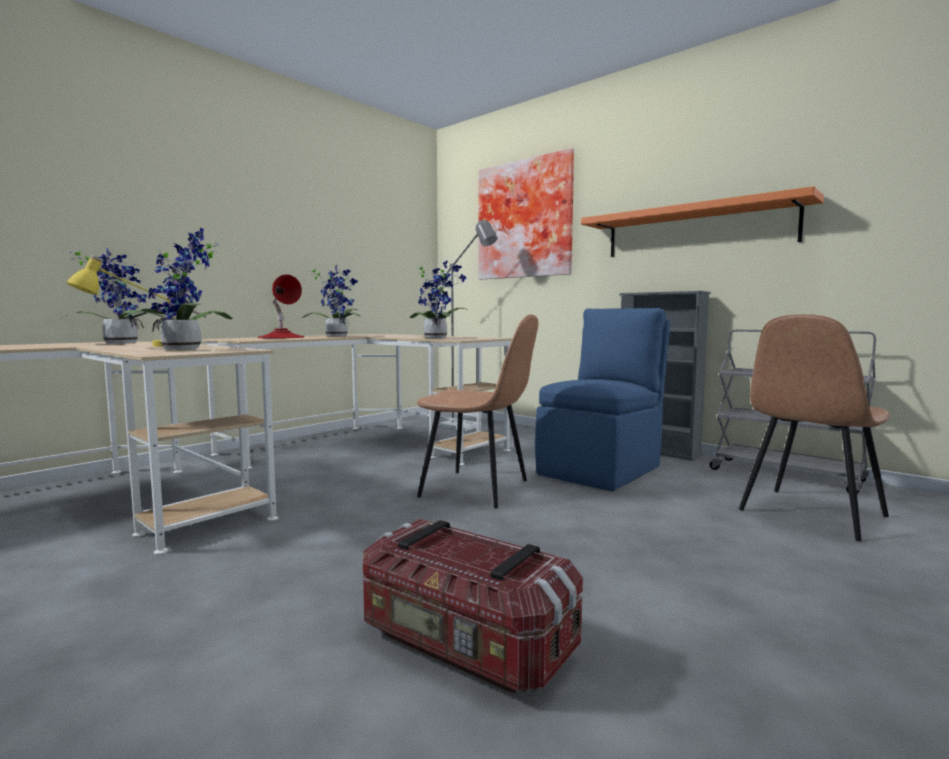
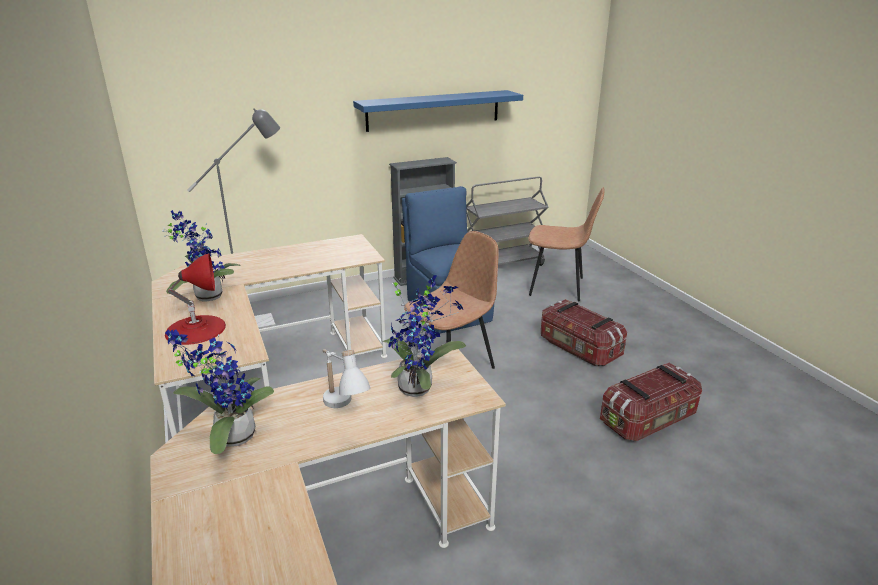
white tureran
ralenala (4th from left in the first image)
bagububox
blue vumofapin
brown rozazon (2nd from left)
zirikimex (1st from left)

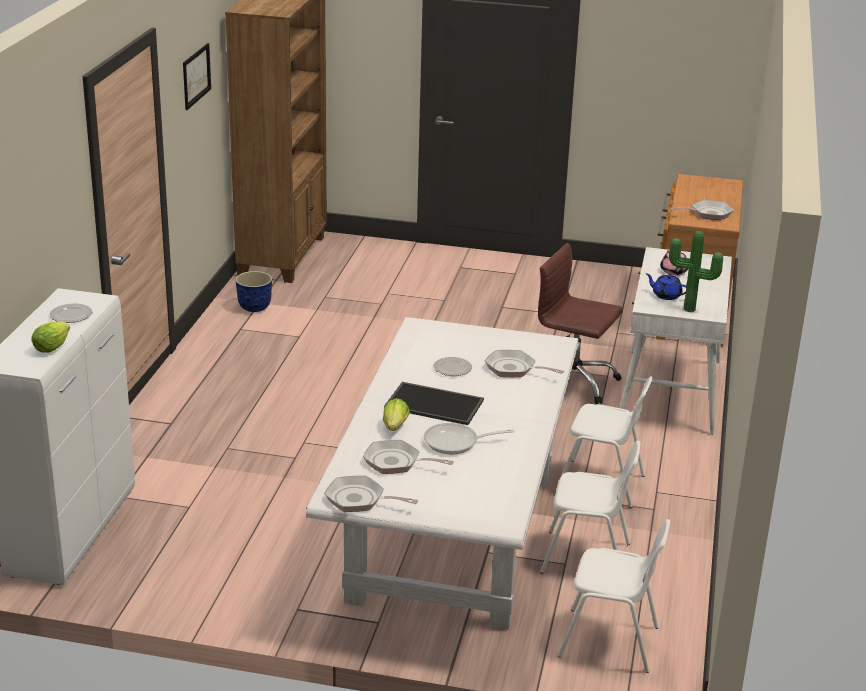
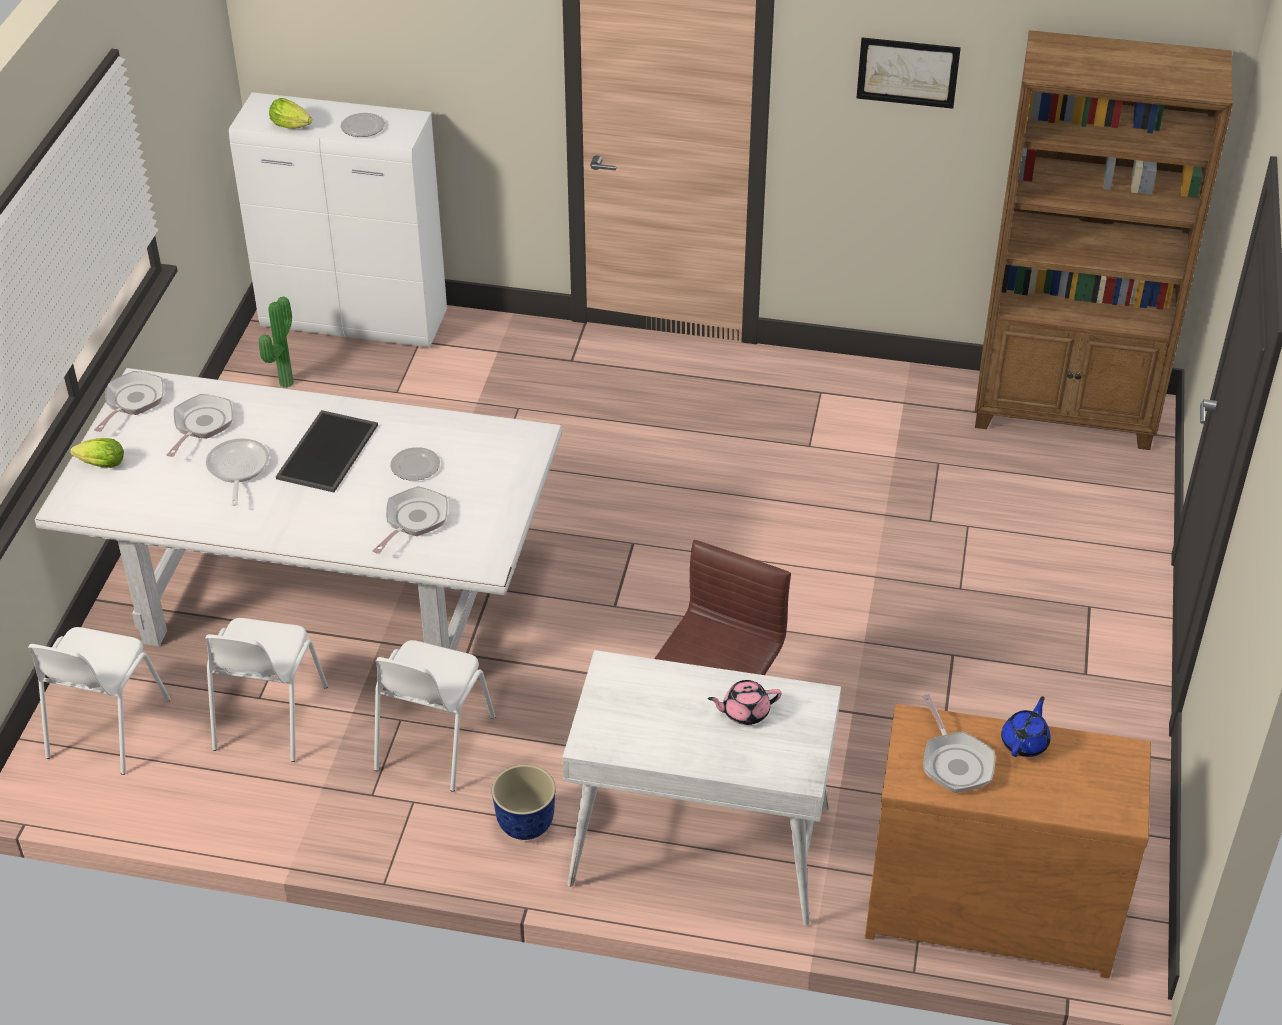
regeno
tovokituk (1st from left)
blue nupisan
ralenala

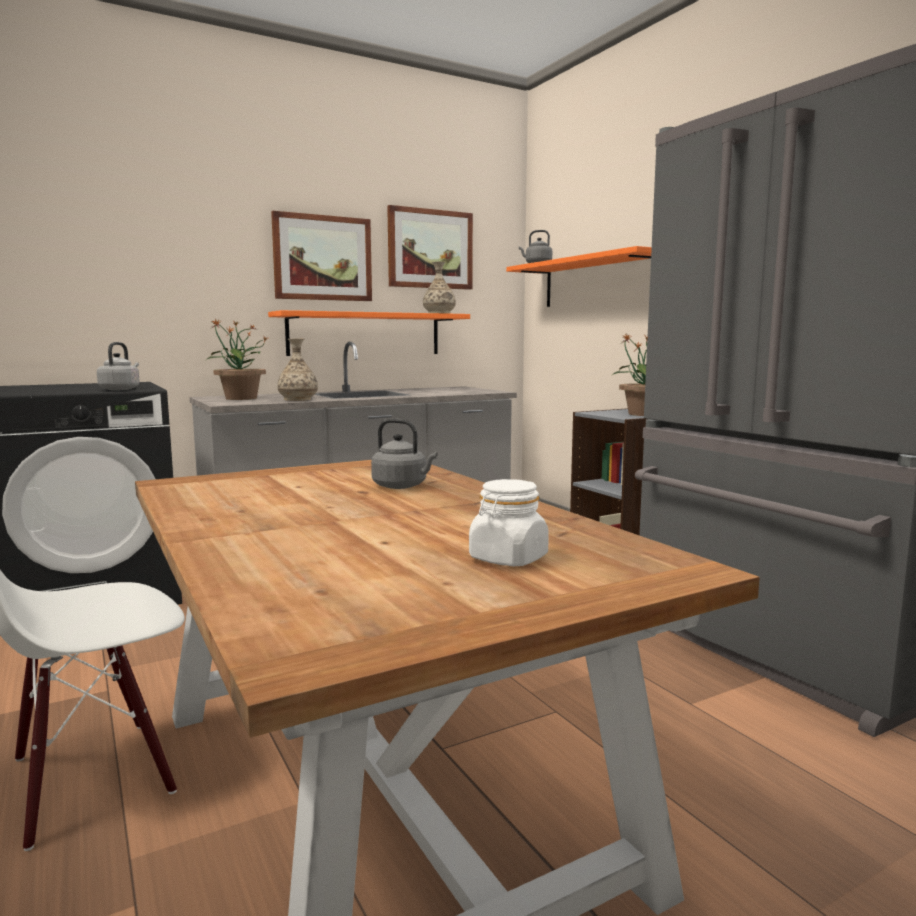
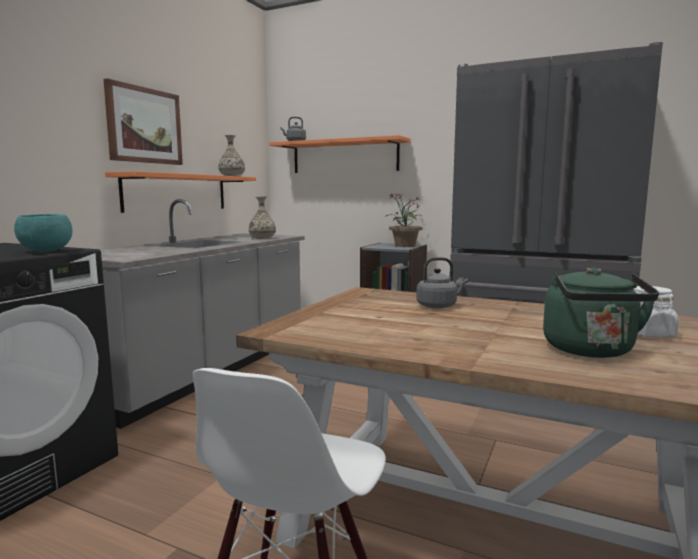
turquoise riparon
ralenala (1st from left in the first image)
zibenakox (2nd from left)
bagububox (2nd from left in the first image)
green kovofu

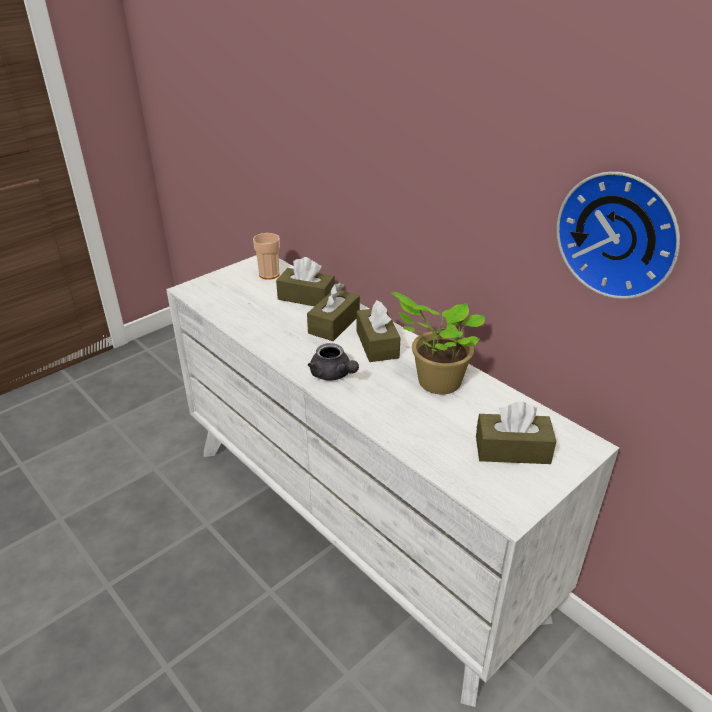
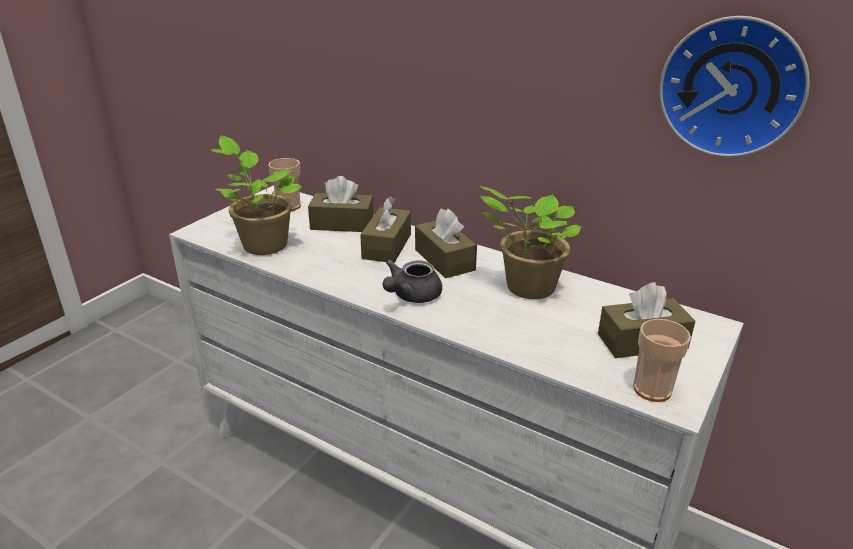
grey nupisan
ralenala (1st from left)
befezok (2nd from left)

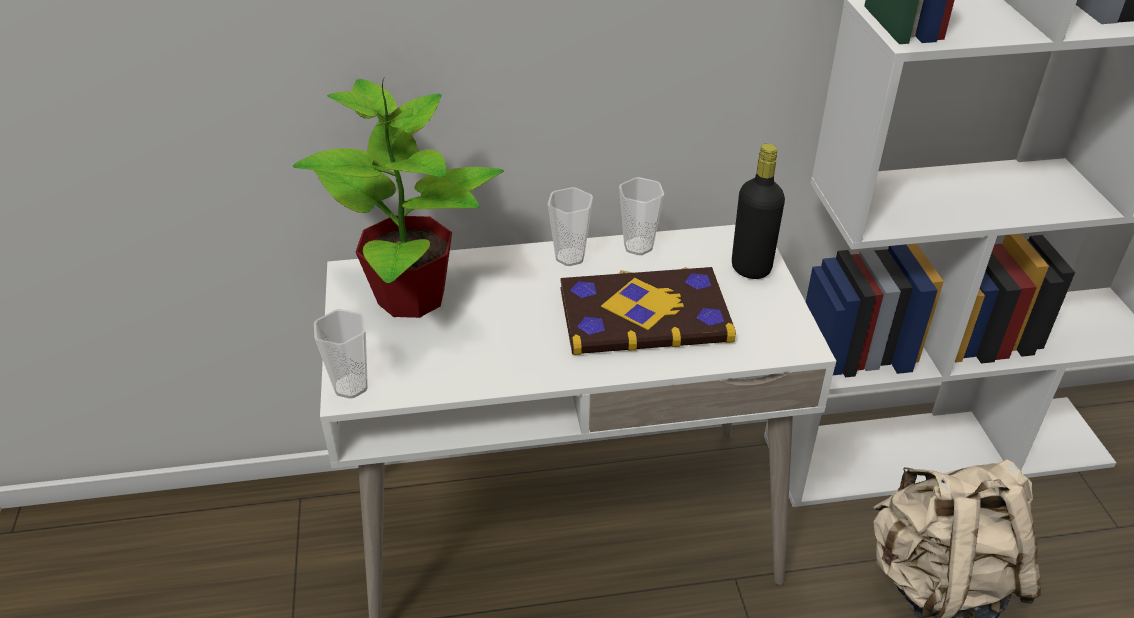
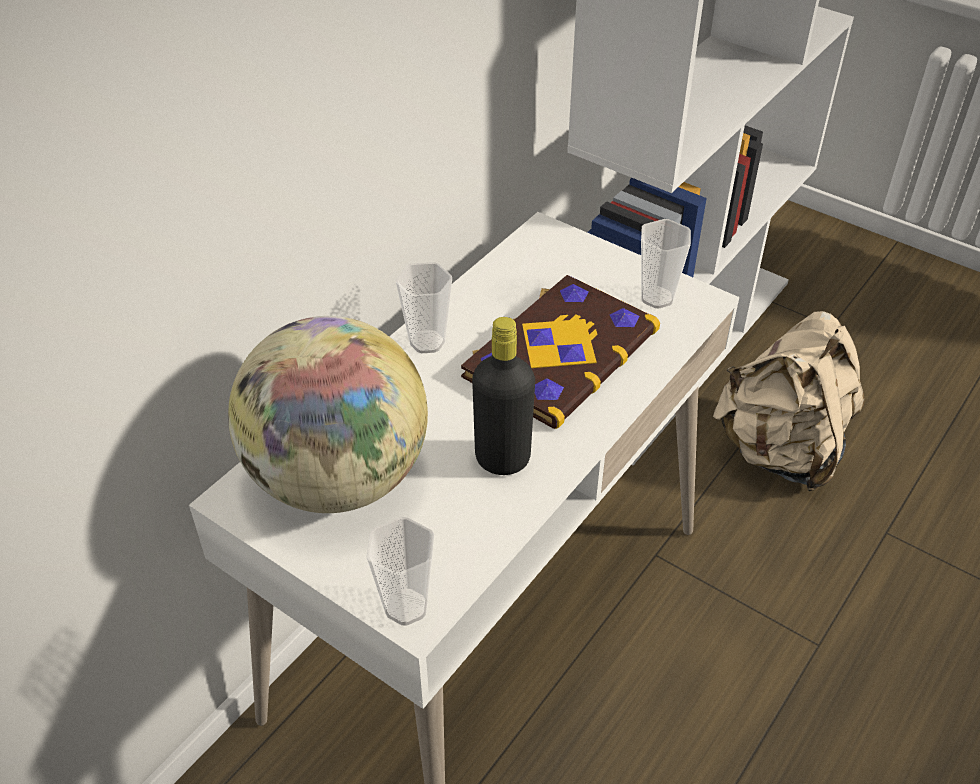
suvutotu
befezok (3rd from left)
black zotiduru

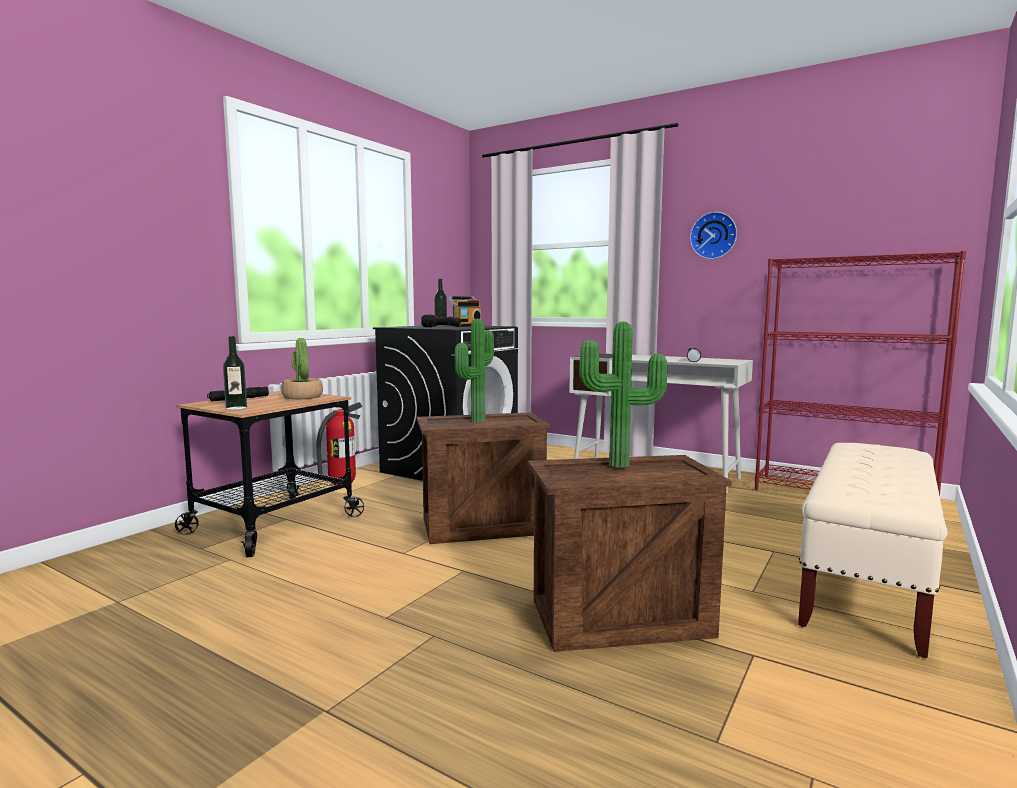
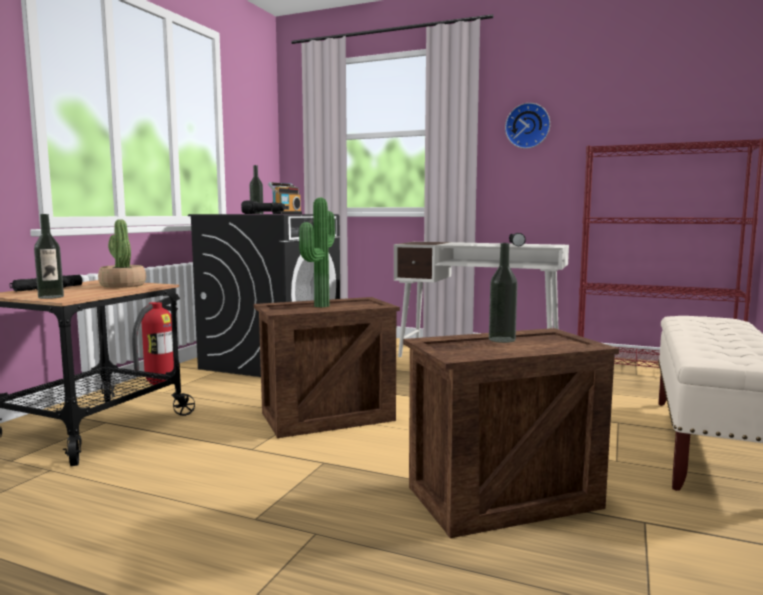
zotiduru (3rd from left)

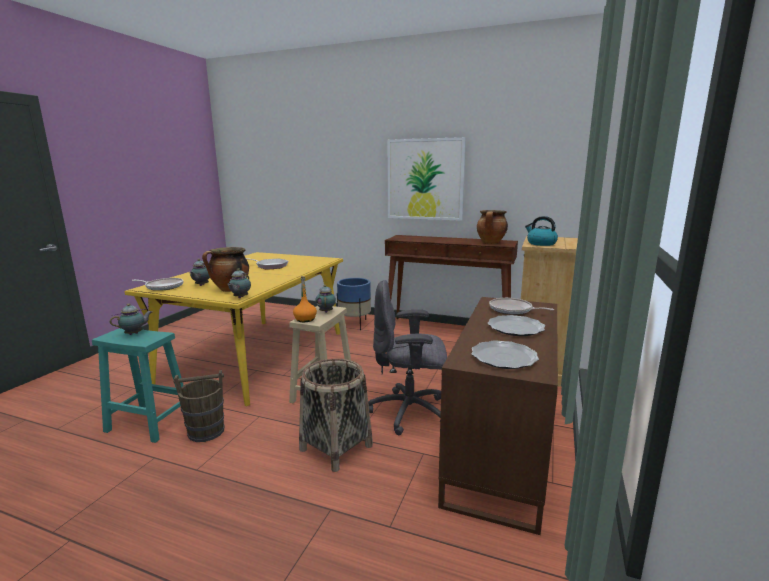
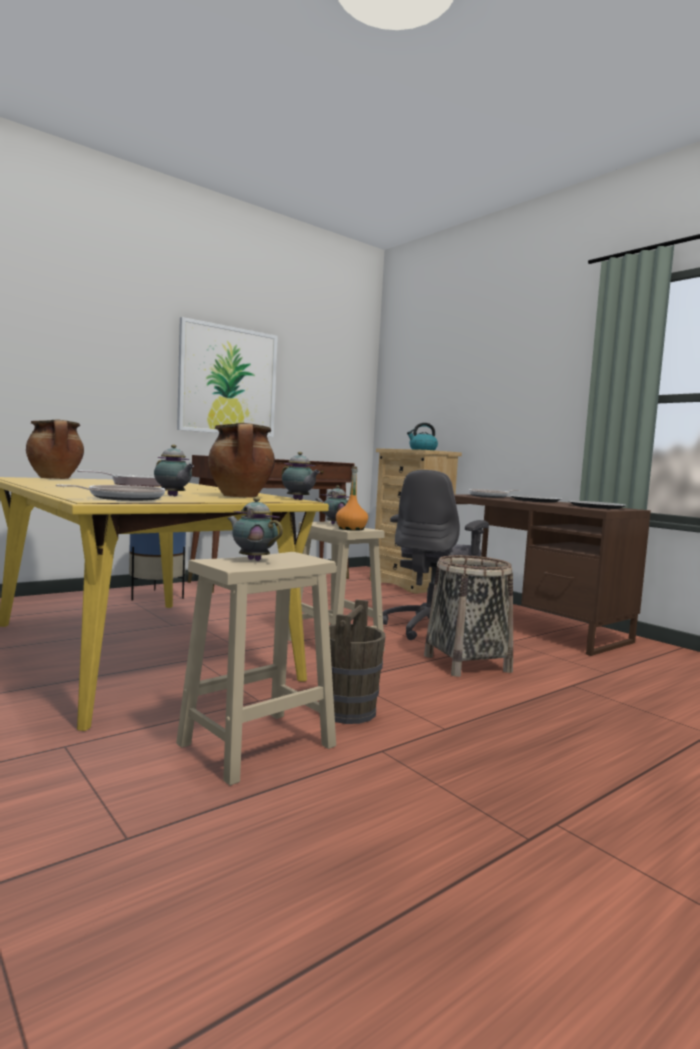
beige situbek (1st from left)
nupisan (2nd from left)
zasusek (1st from left)

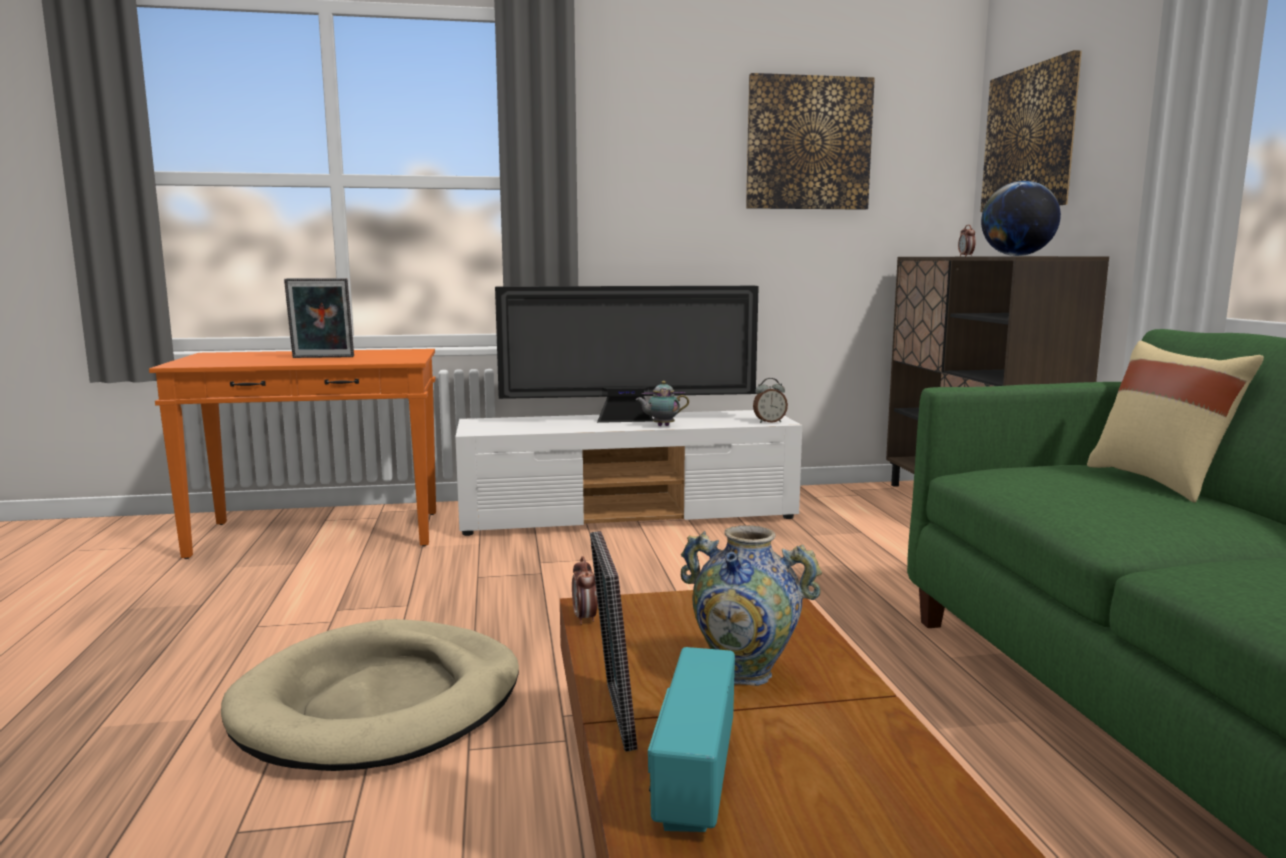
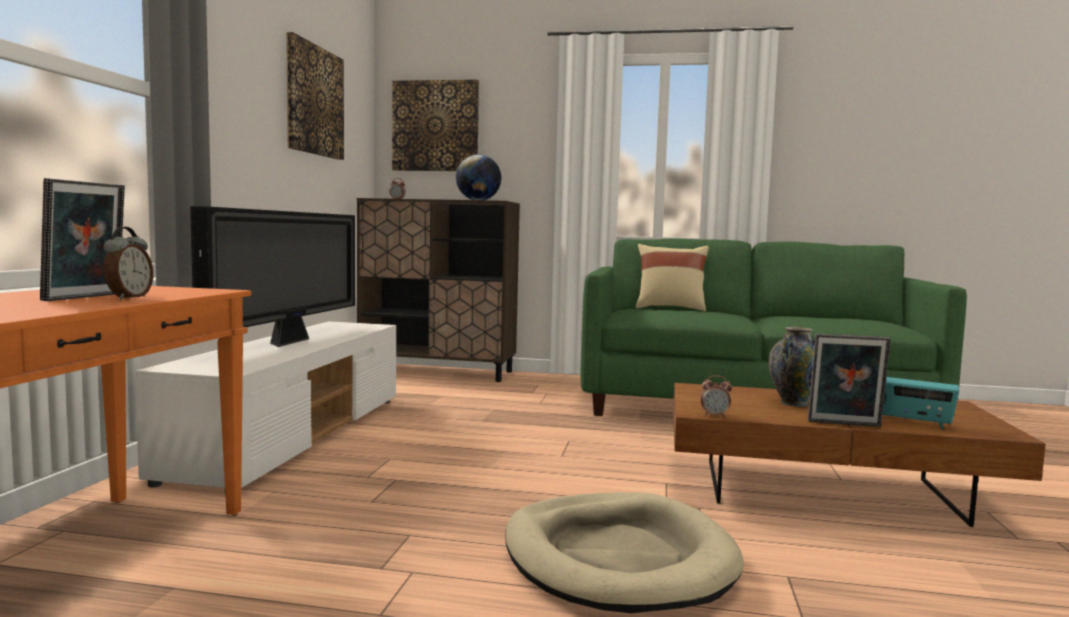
nupisan
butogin (1st from left)

